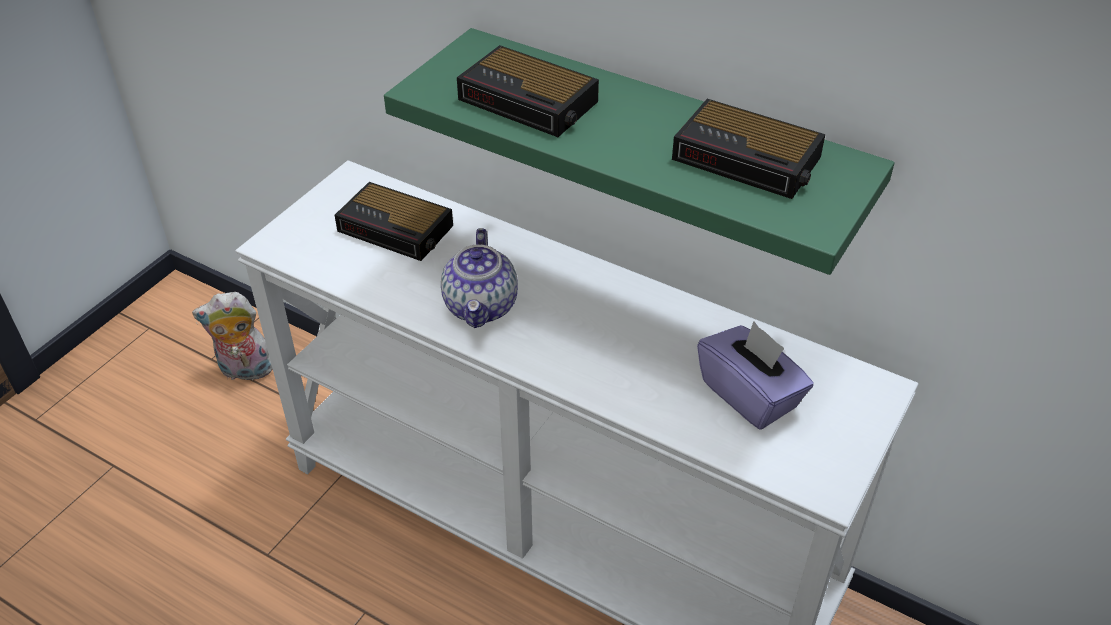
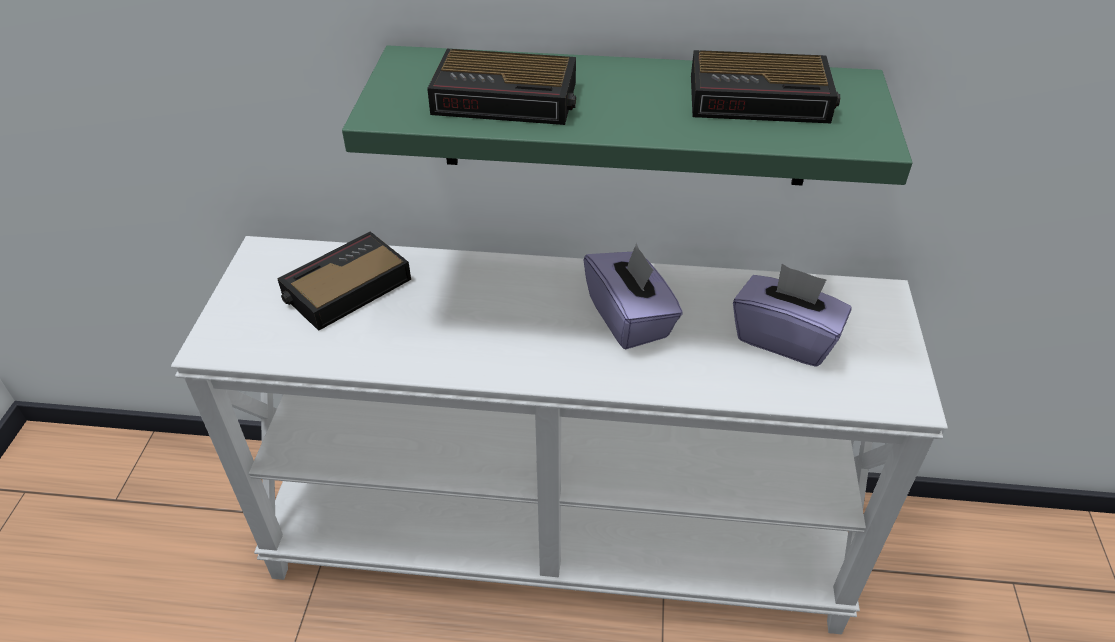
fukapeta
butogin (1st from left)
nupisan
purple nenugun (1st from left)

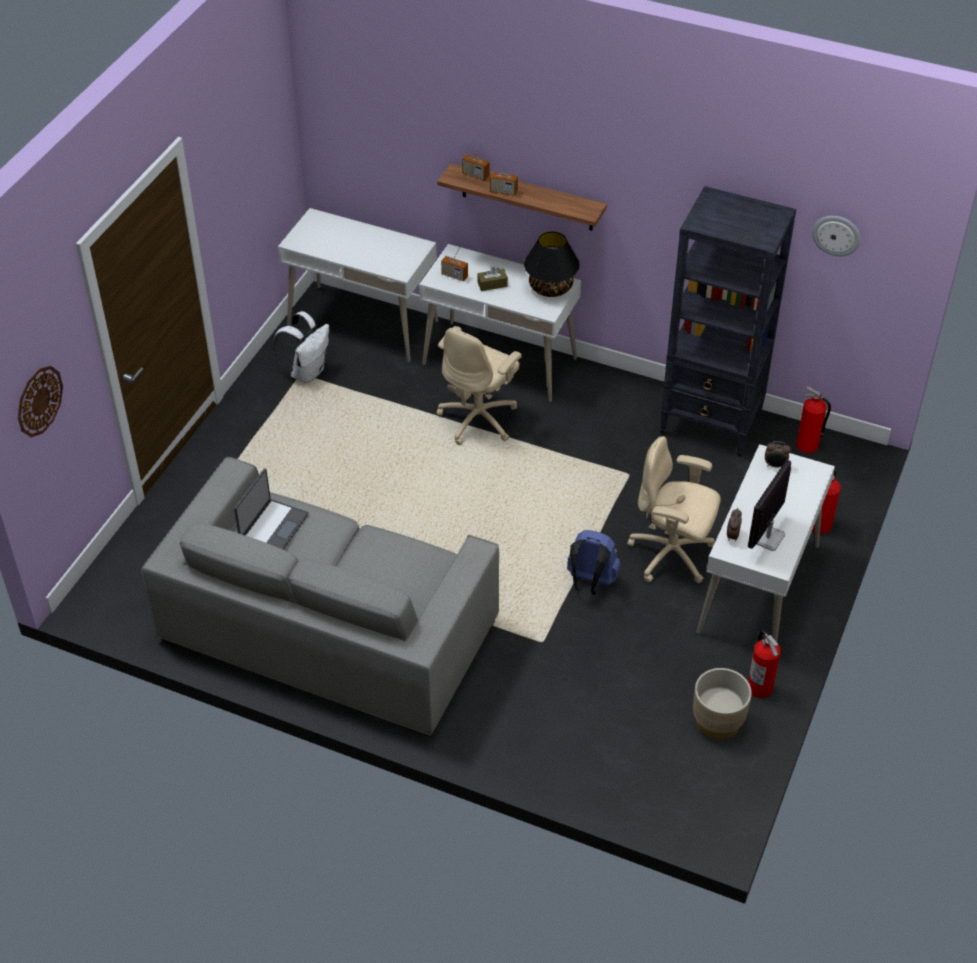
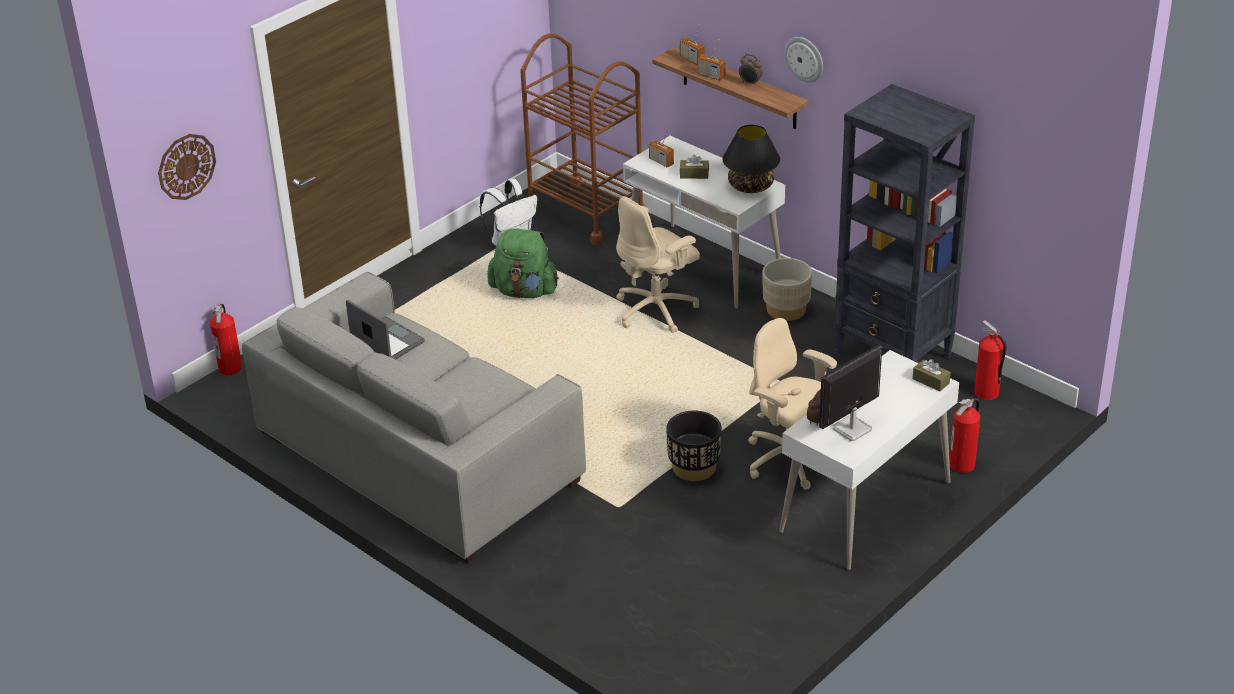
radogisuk
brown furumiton
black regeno
beige regeno
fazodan (1st from left)
butogin (1st from left)
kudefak (2nd from left)
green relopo
brown nenugun (2nd from left)

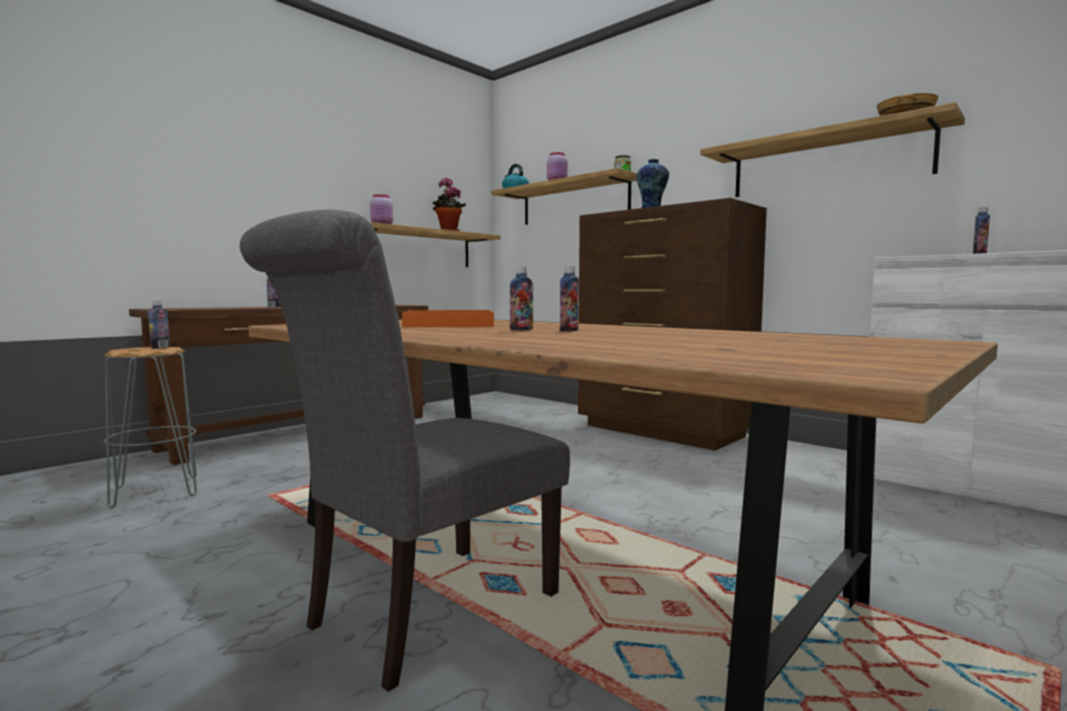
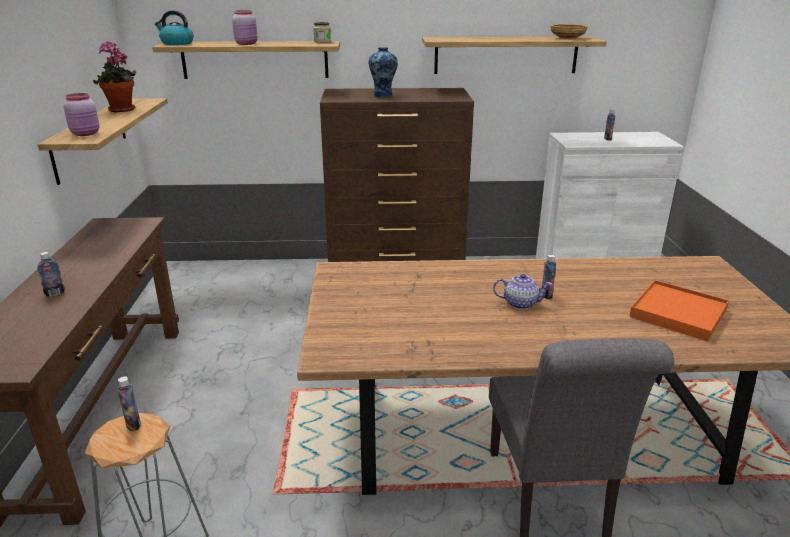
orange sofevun
nupisan

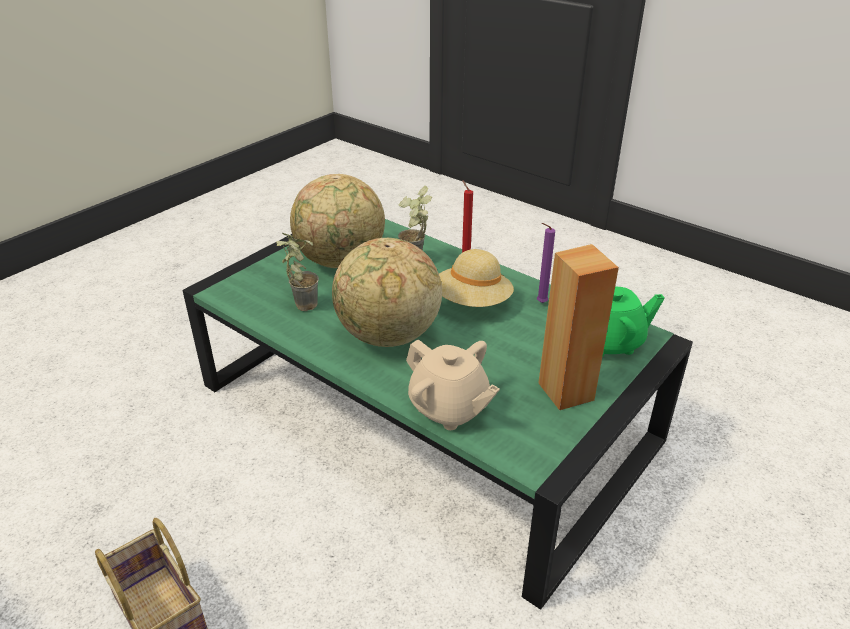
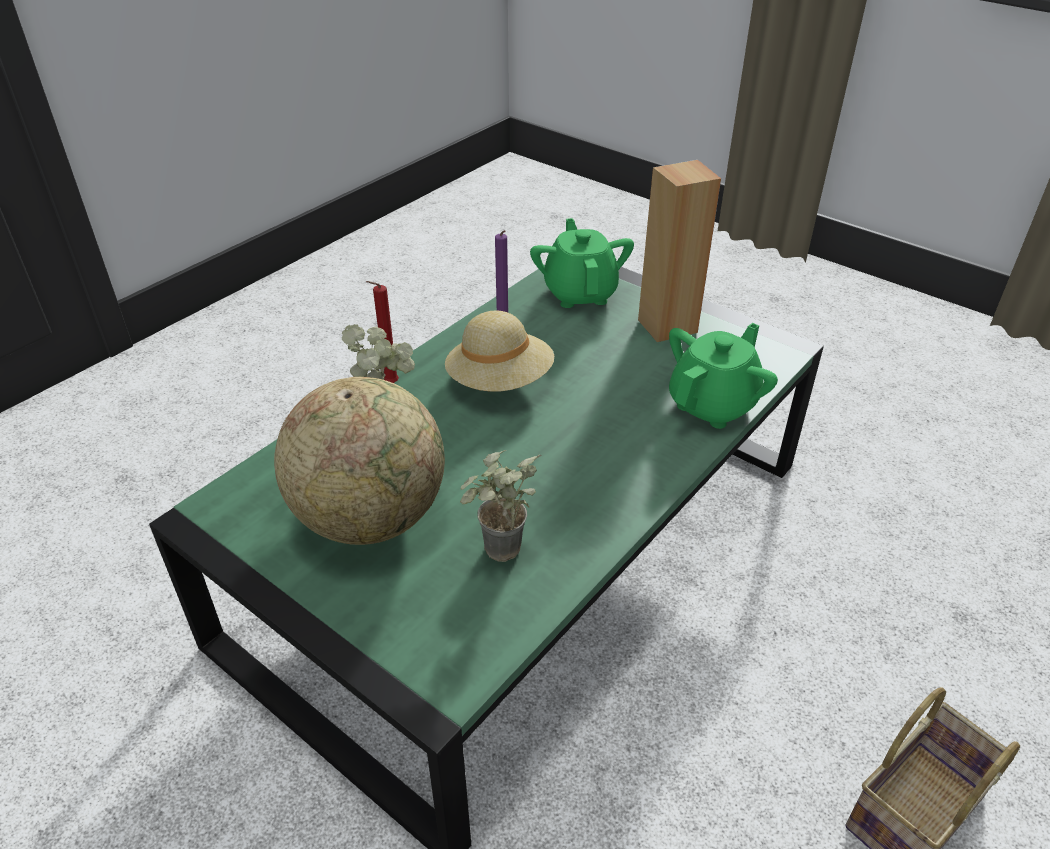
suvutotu (2nd from left in the first image)
green nupisan (2nd from left)

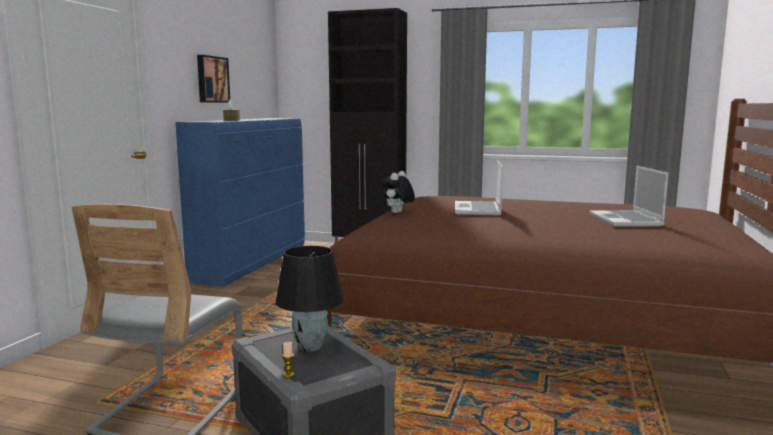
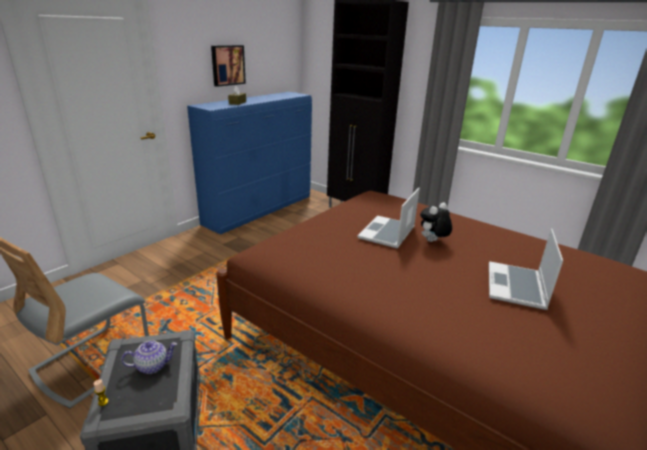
nupisan
fukapeta

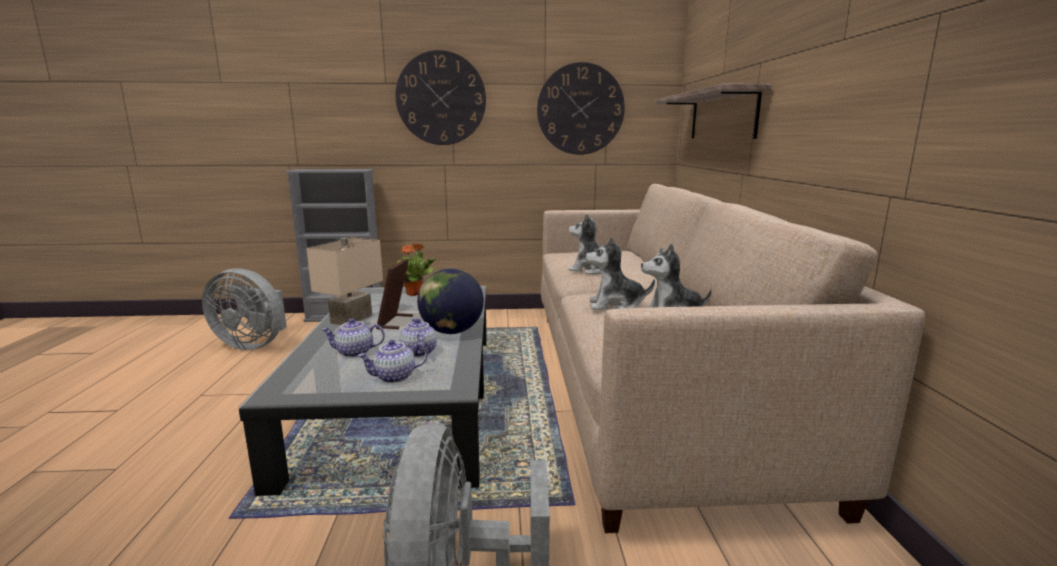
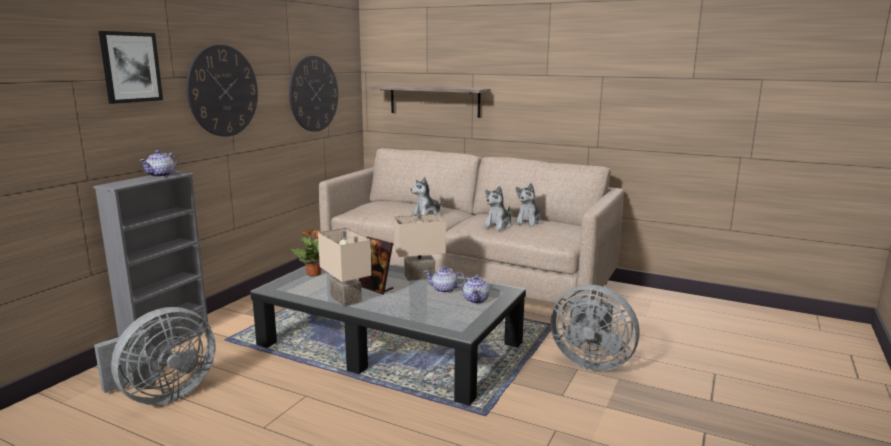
nupisan (1st from left)
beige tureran (2nd from left)
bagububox

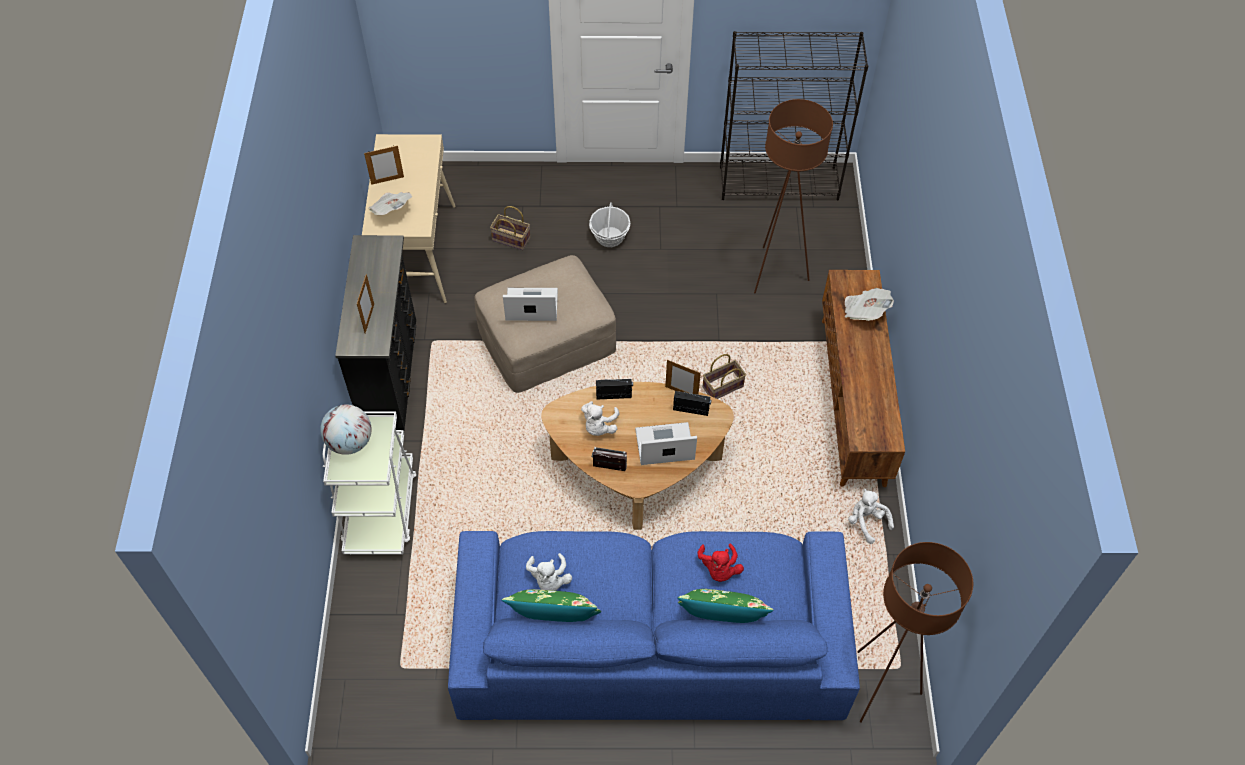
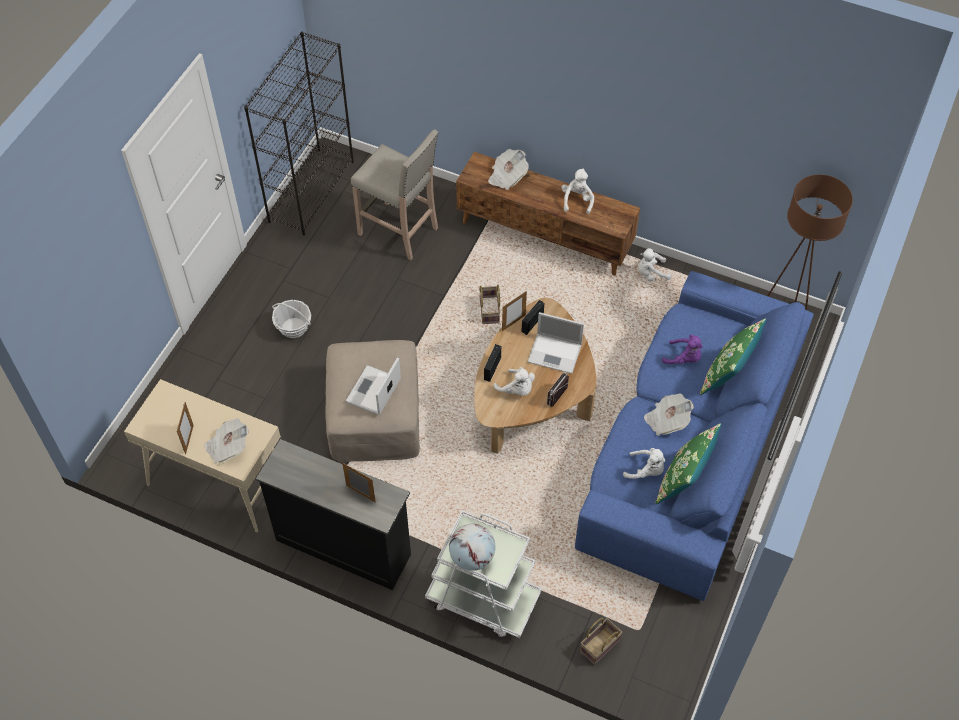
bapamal (3rd from left)
radogisuk (2nd from left)
purple fukapeta
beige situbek
white fukapeta (2nd from left)
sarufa (3rd from left)

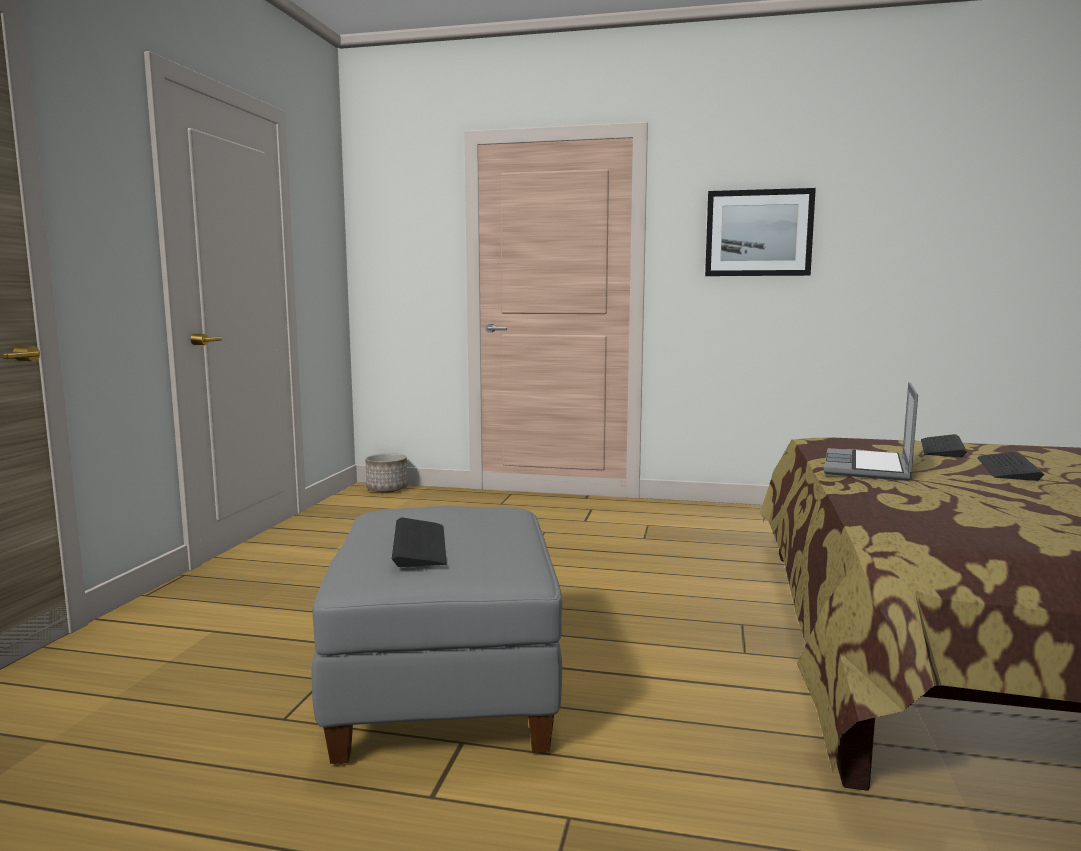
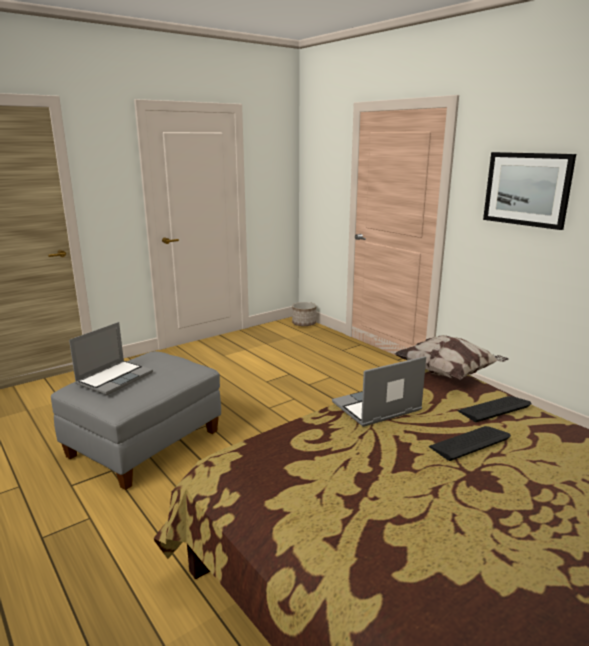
radogisuk (1st from left)
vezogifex

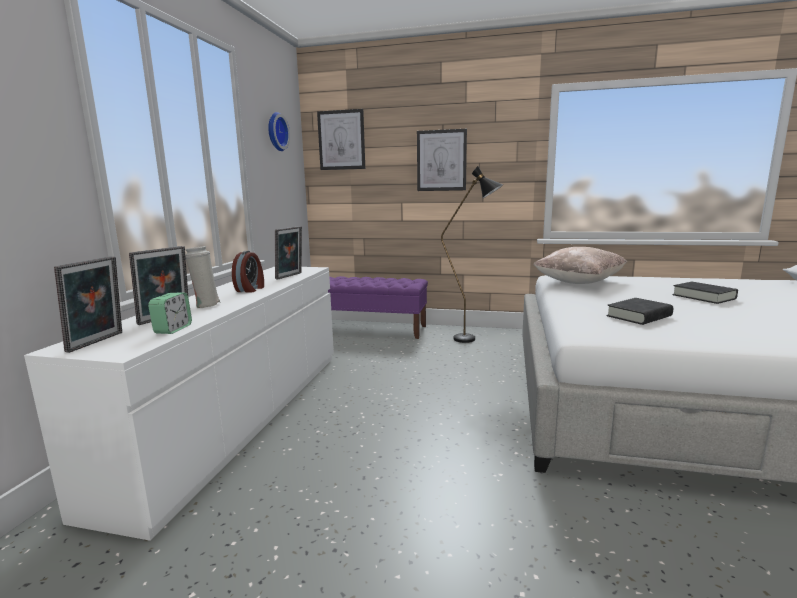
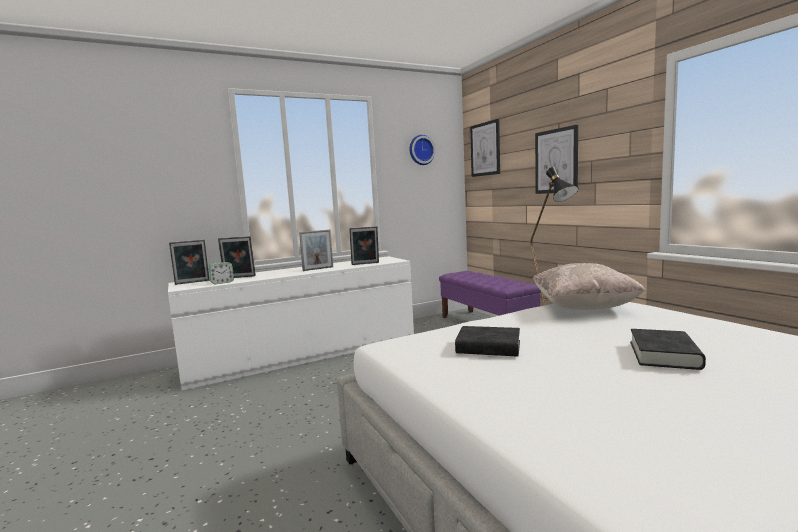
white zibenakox
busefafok (3rd from left)

